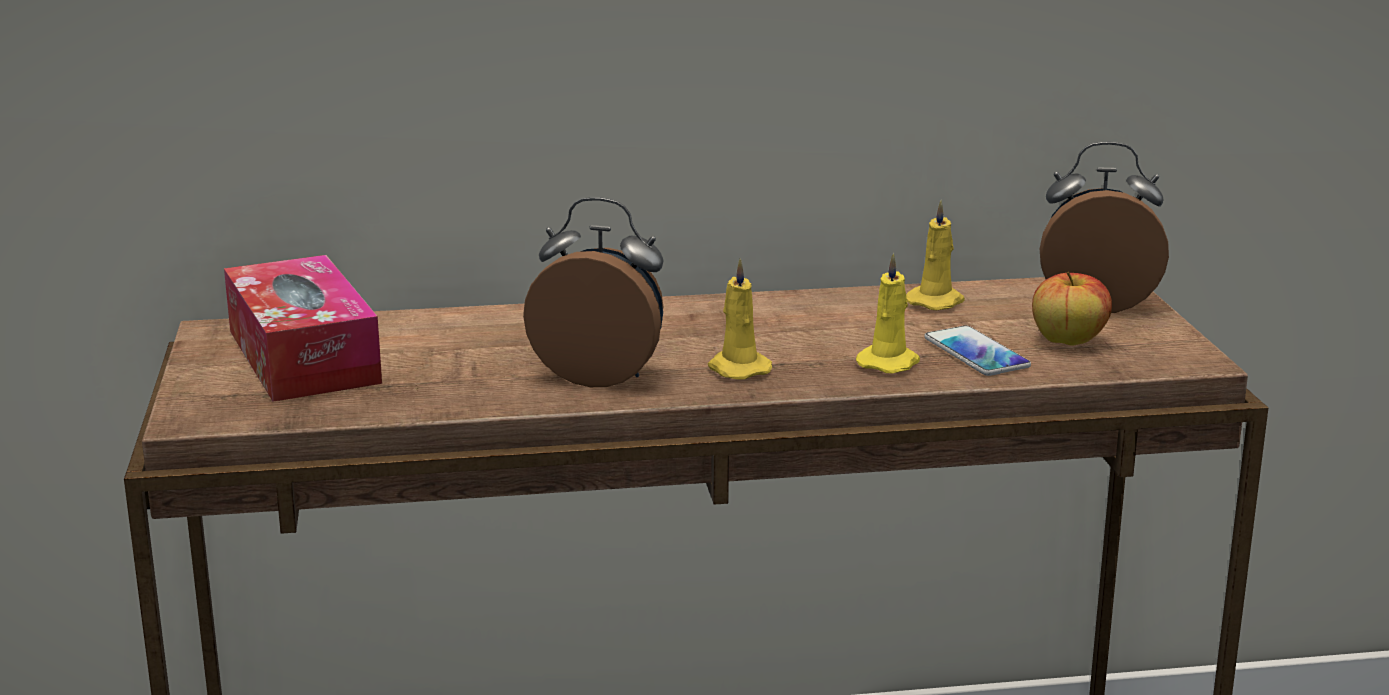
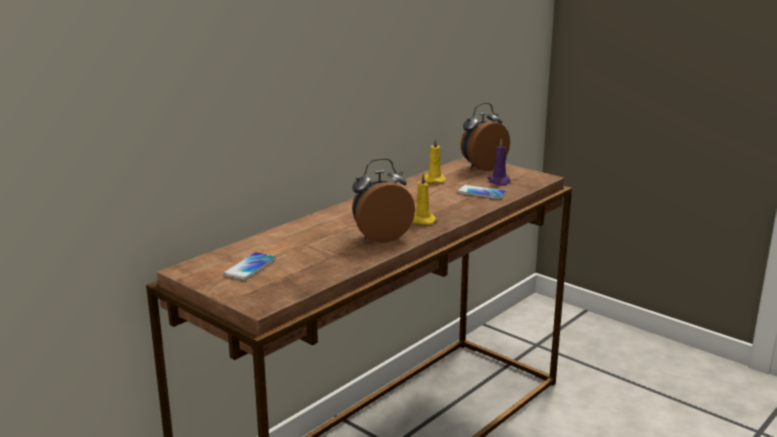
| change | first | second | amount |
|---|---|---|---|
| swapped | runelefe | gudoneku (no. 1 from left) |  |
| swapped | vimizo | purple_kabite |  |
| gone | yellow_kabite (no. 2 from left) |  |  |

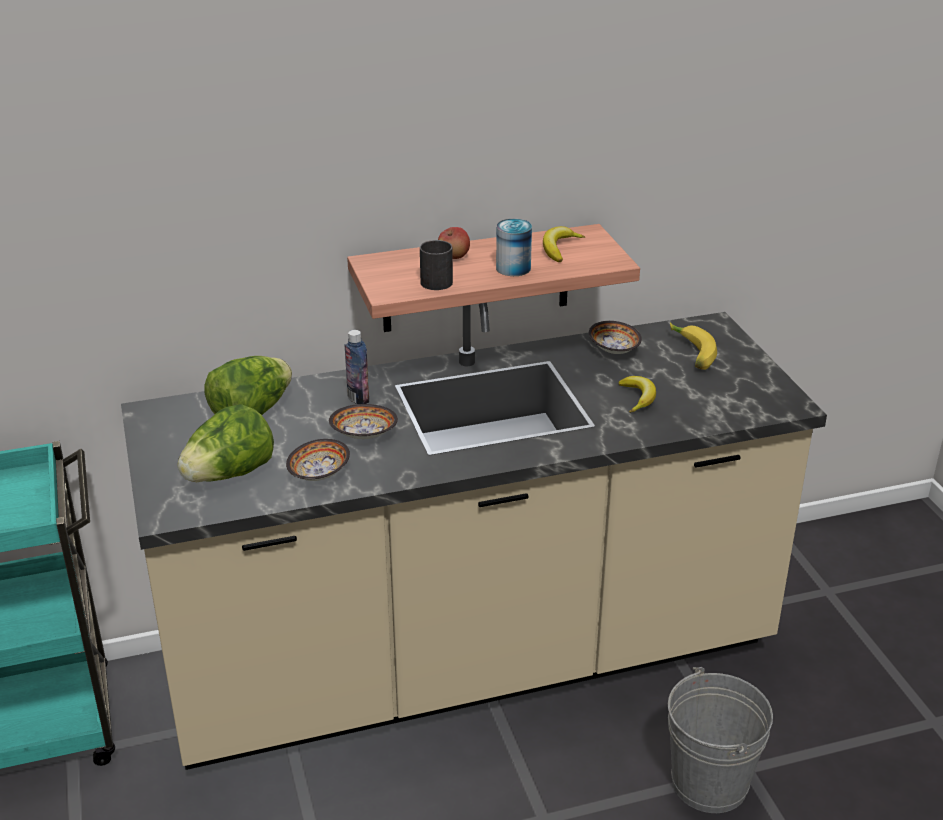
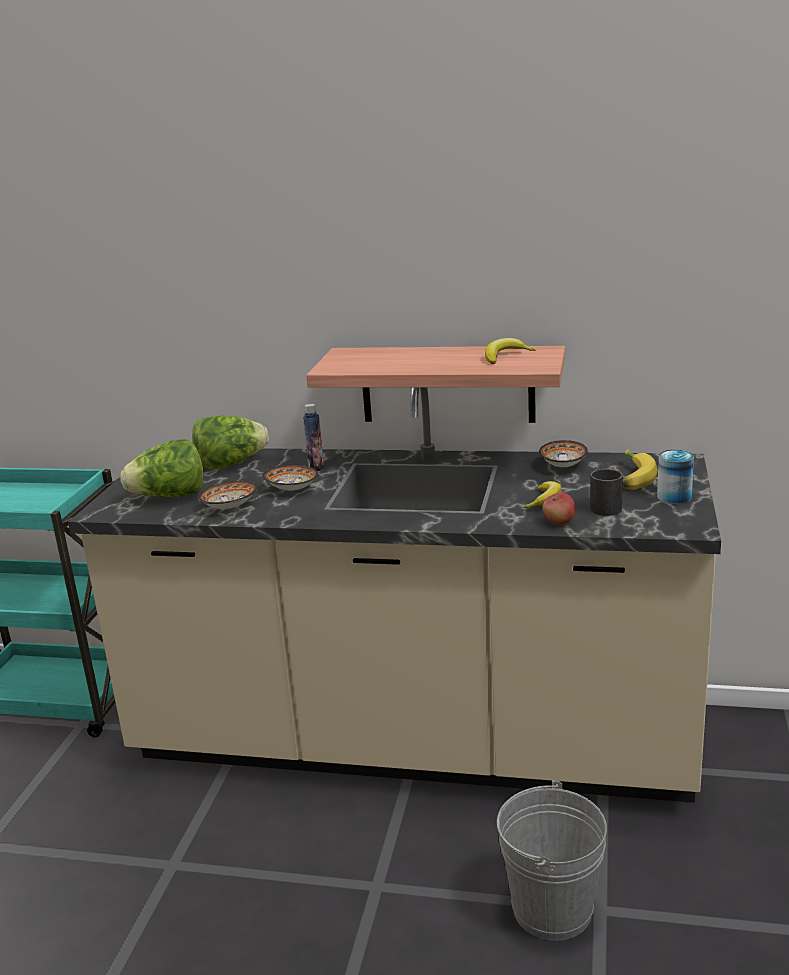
| change | first | second | amount |
|---|---|---|---|
| shifted | vimizo |  |  |
| shifted | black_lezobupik |  |  |
| shifted | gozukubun |  |  |

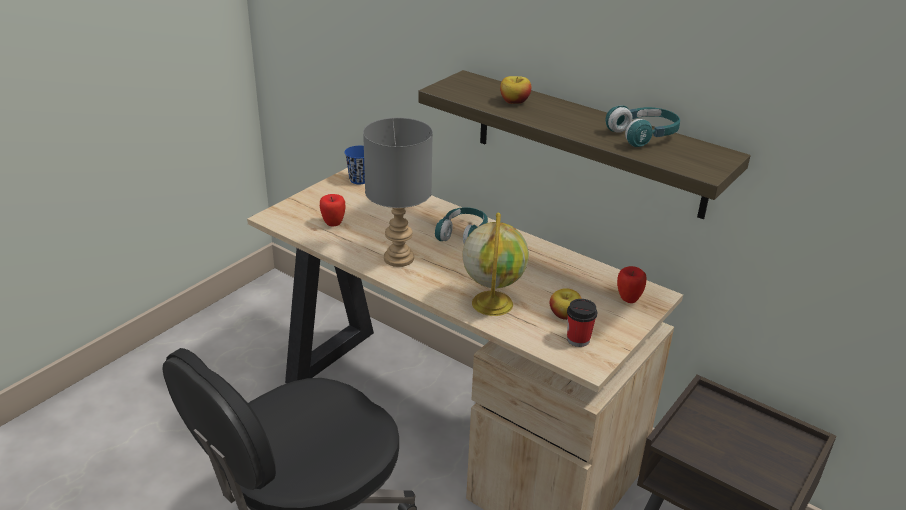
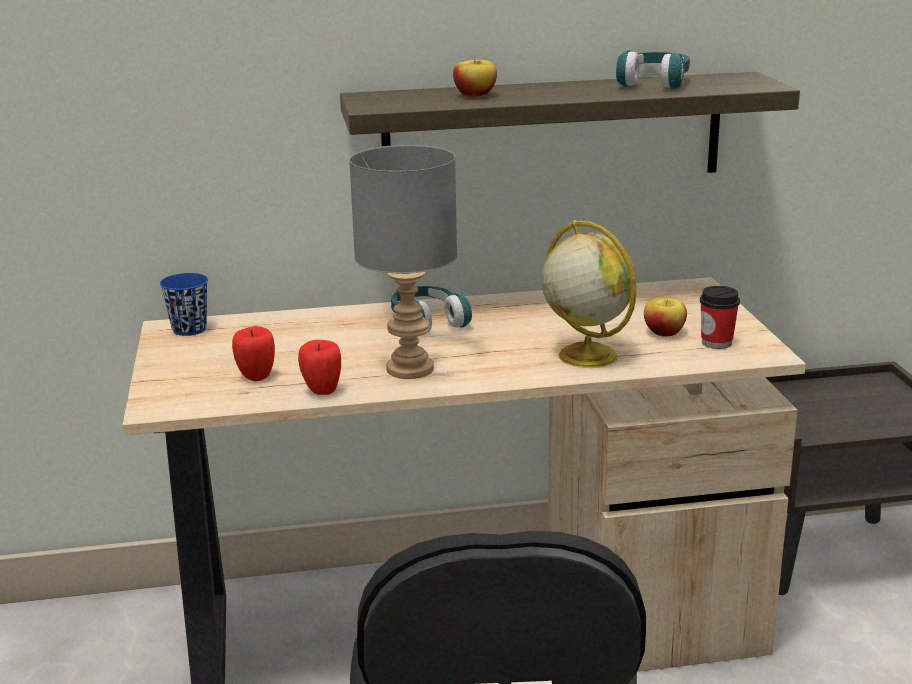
| change | first | second | amount |
|---|---|---|---|
| shifted | vimizo (no. 4 from left in the first image) | vimizo (no. 2 from left) |  |

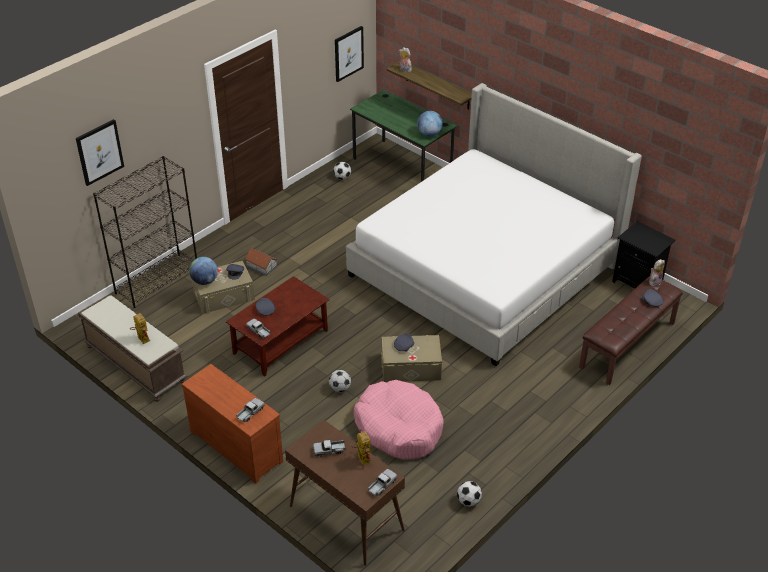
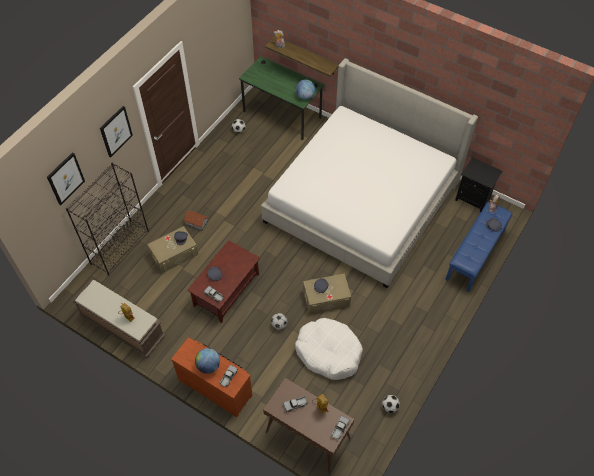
| change | first | second | amount |
|---|---|---|---|
| shifted | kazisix (no. 2 from left) |  |  |
| shifted | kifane (no. 1 from left) |  |  |
| repainted | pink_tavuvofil | white_tavuvofil |  |
| repainted | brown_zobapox (no. 2 from left) | blue_zobapox |  |

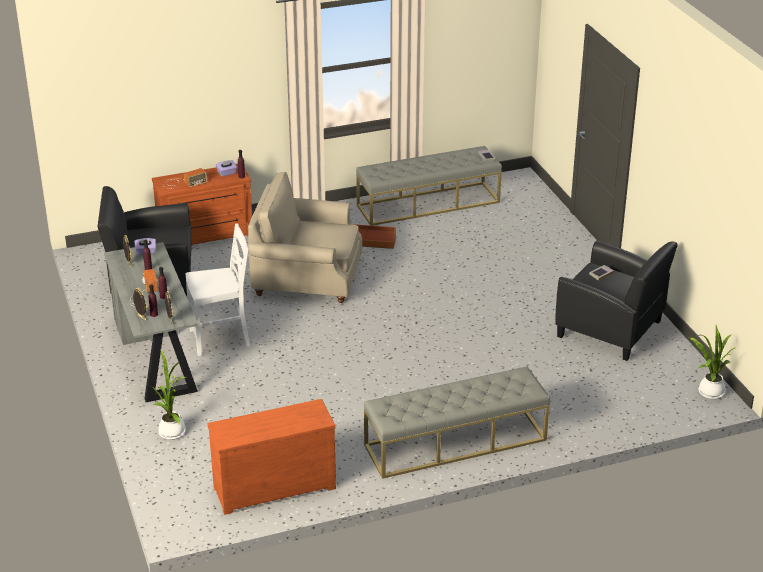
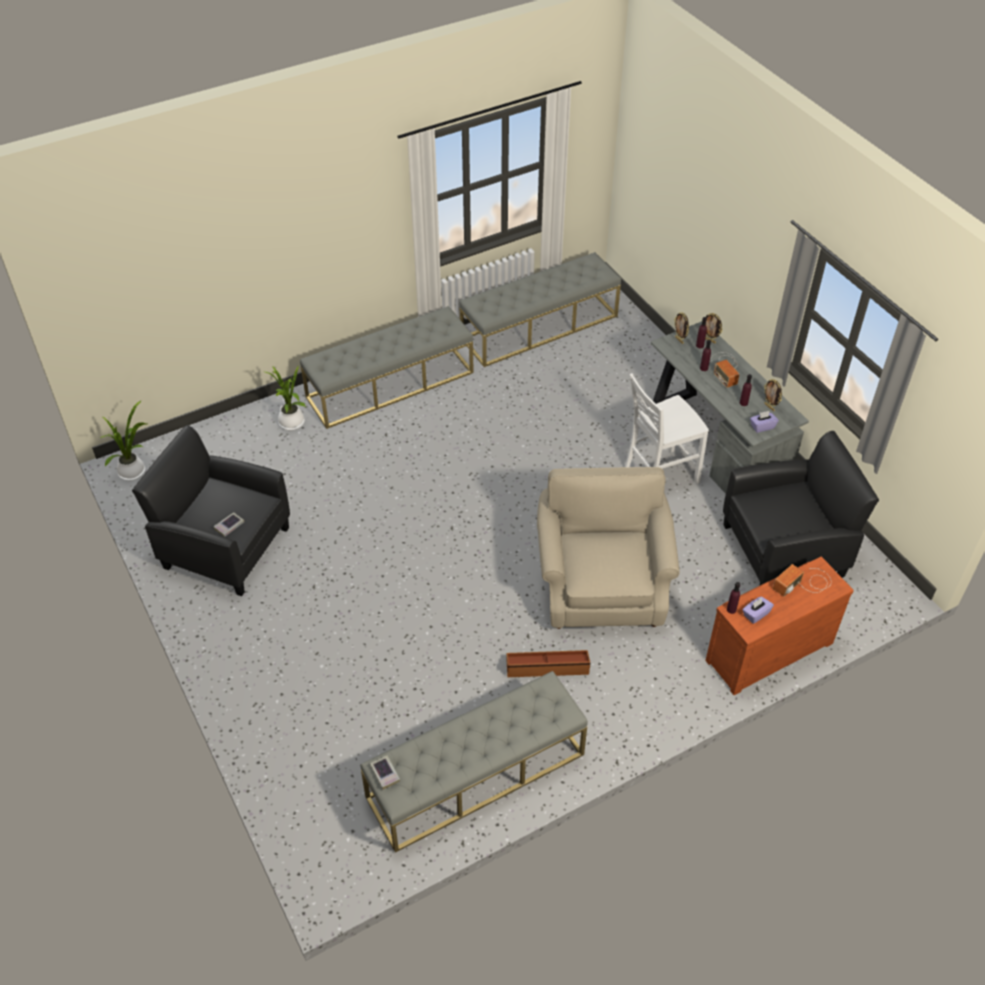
| change | first | second | amount |
|---|---|---|---|
| shifted | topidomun (no. 1 from left in the first image) | topidomun (no. 2 from left) |  |
| swapped | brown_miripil (no. 2 from left) | grey_zobapox (no. 3 from left) |  |
| rotated | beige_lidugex |  | 90 degrees counterclockwise |

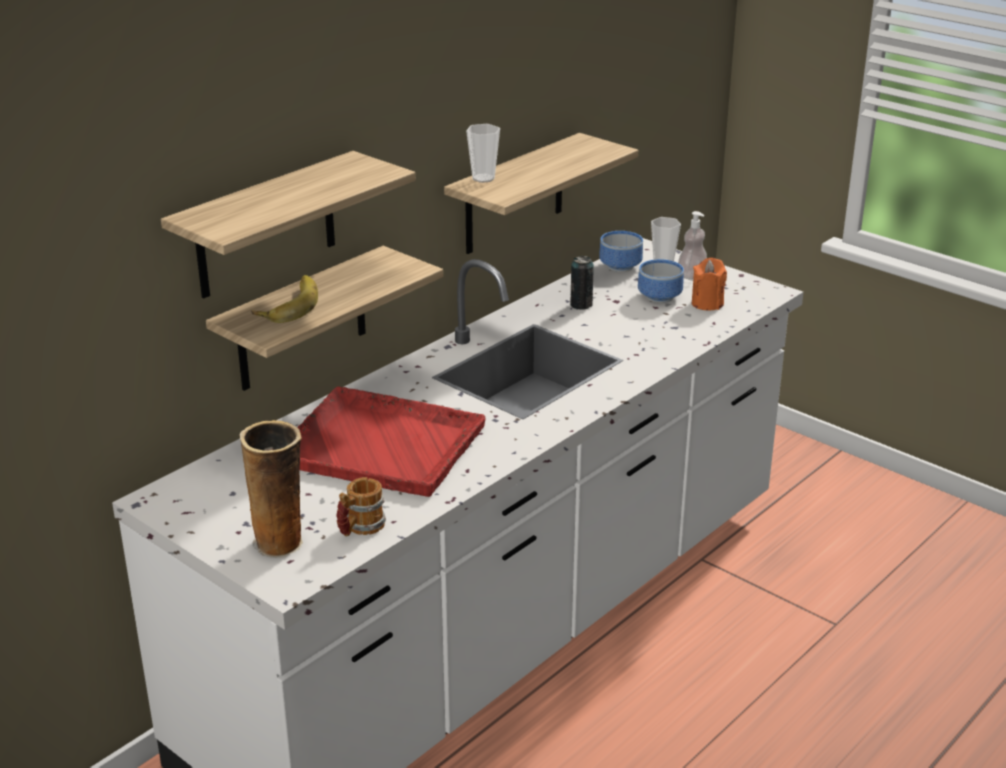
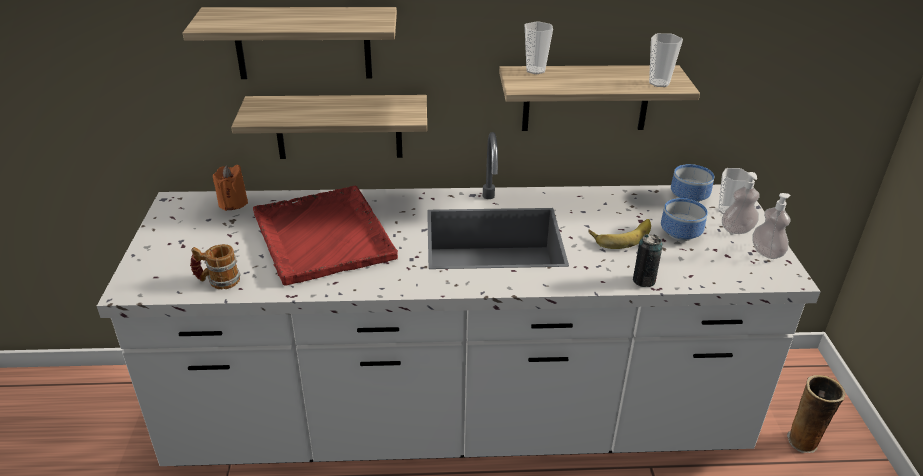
| change | first | second | amount |
|---|---|---|---|
| shifted | orange_kabite |  |  |
| shifted | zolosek |  |  |
| shifted | gozukubun |  |  |
| new |  | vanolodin (no. 2 from left) |  |
| new |  | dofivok (no. 2 from left) |  |
| shifted | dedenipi |  |  |

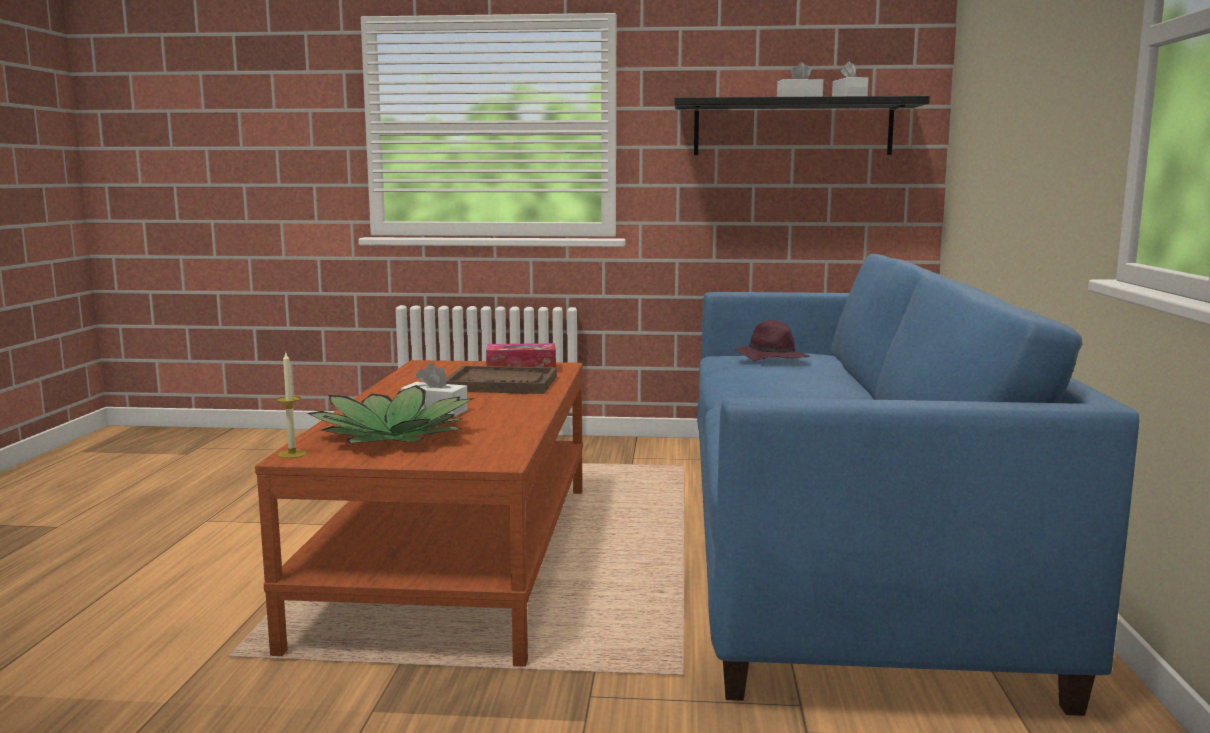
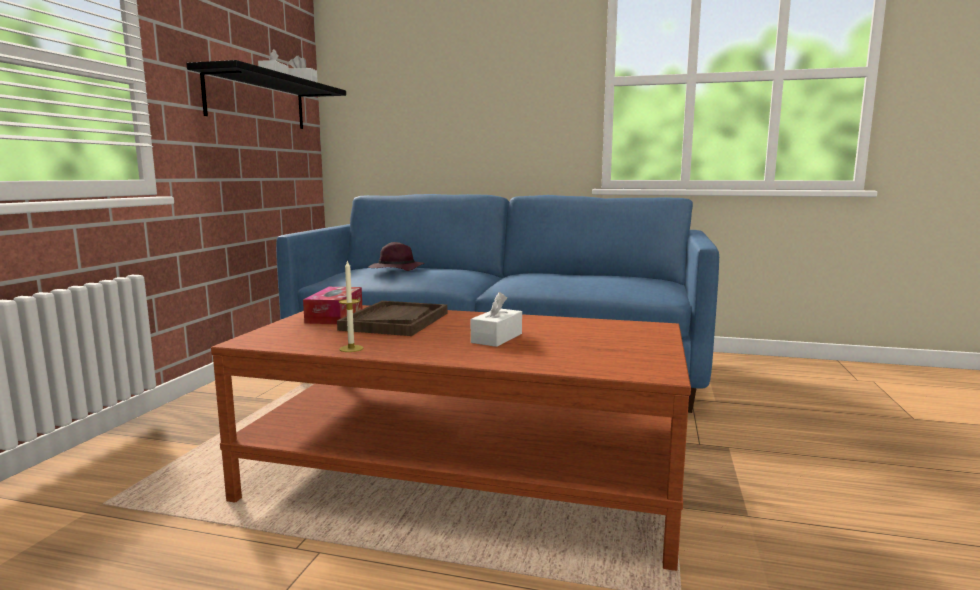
| change | first | second | amount |
|---|---|---|---|
| shifted | kabite |  |  |
| gone | topidomun |  |  |

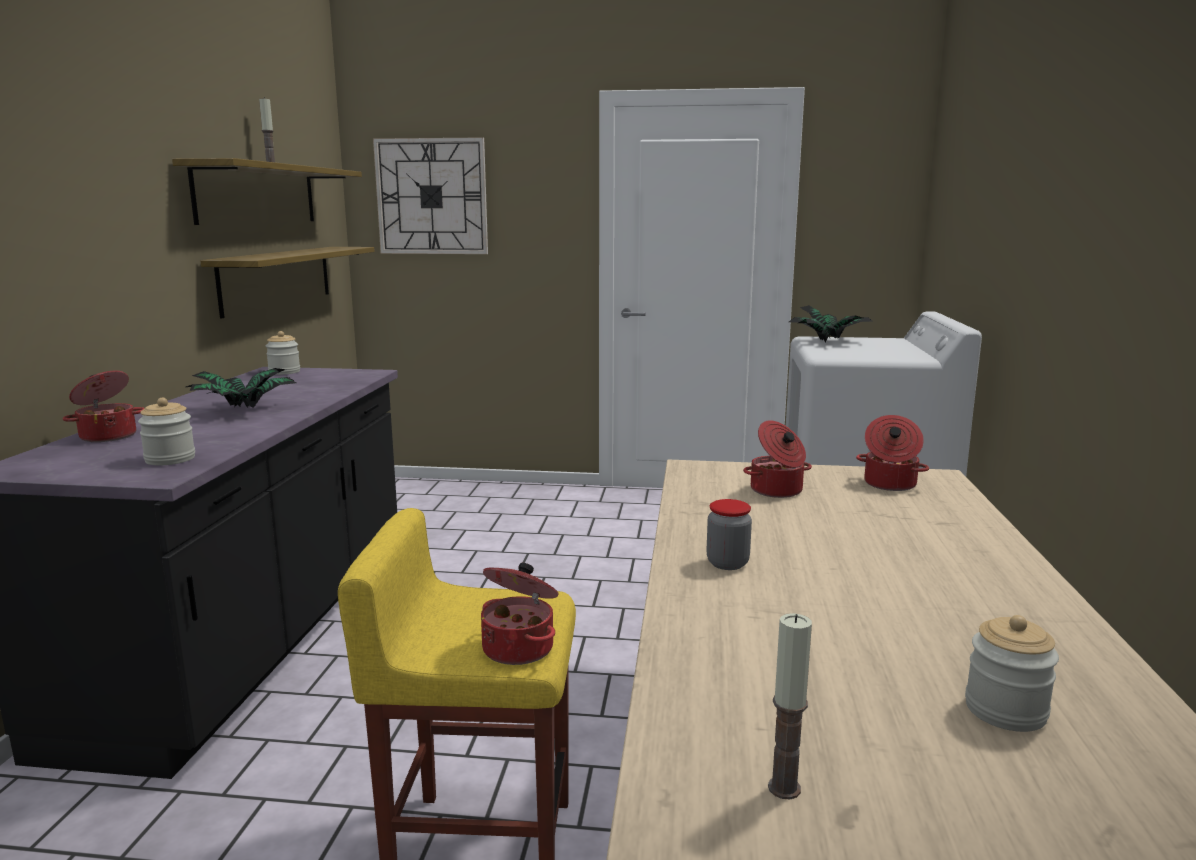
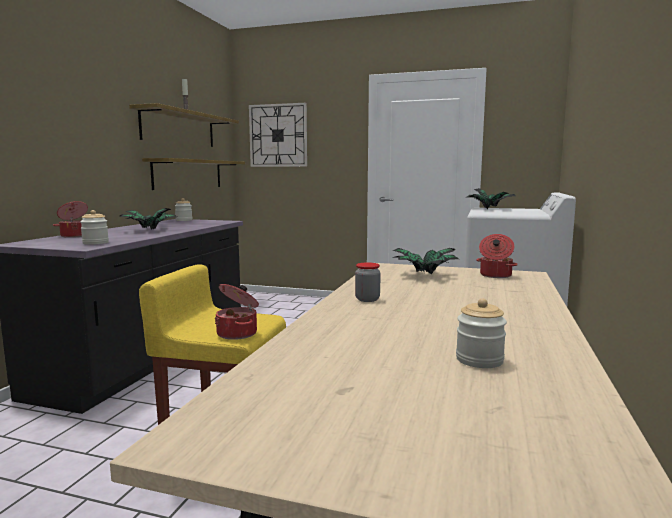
| change | first | second | amount |
|---|---|---|---|
| swapped | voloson (no. 3 from left) | topidomun (no. 2 from left) |  |
| gone | kabite (no. 2 from left) |  |  |

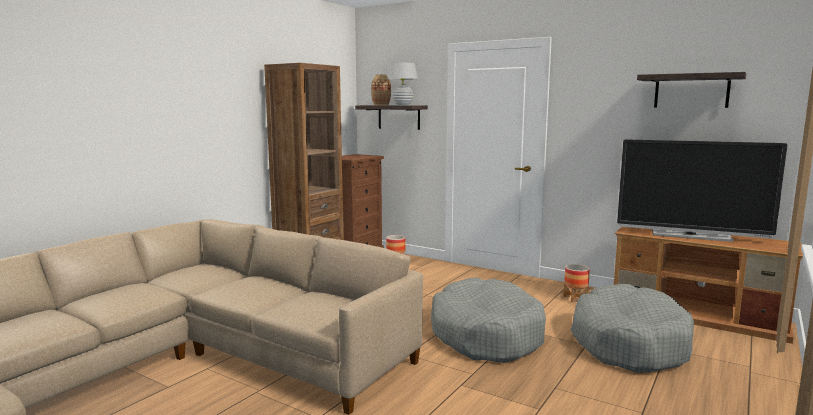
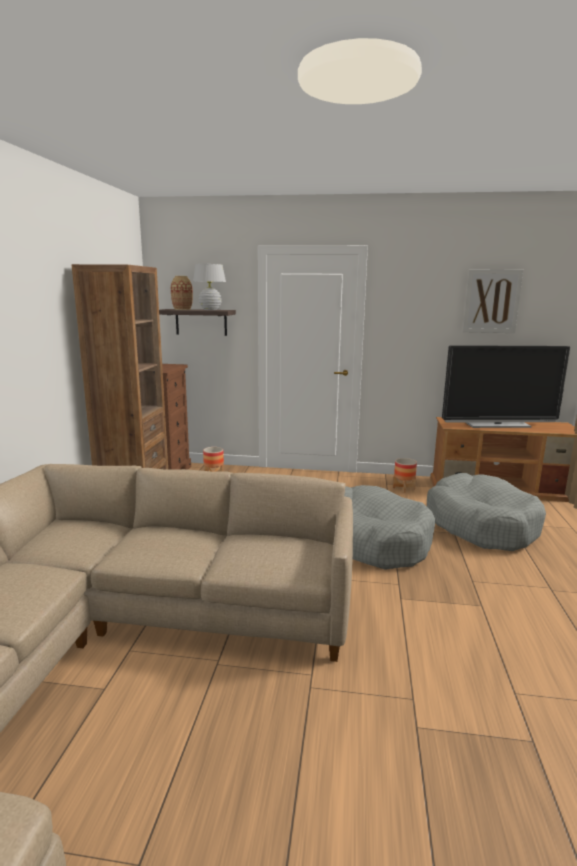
| change | first | second | amount |
|---|---|---|---|
| swapped | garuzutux (no. 2 from left) | kazisix |  |

